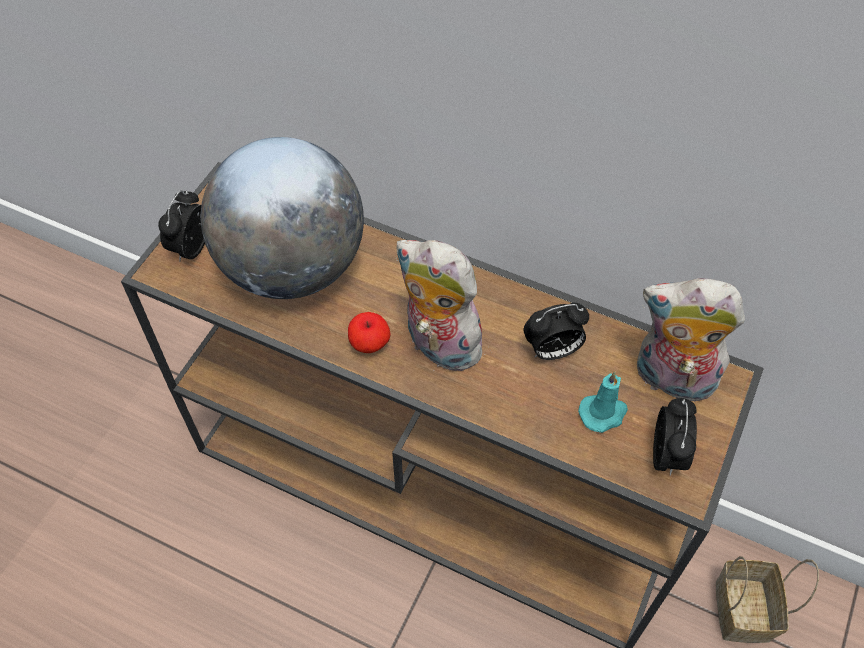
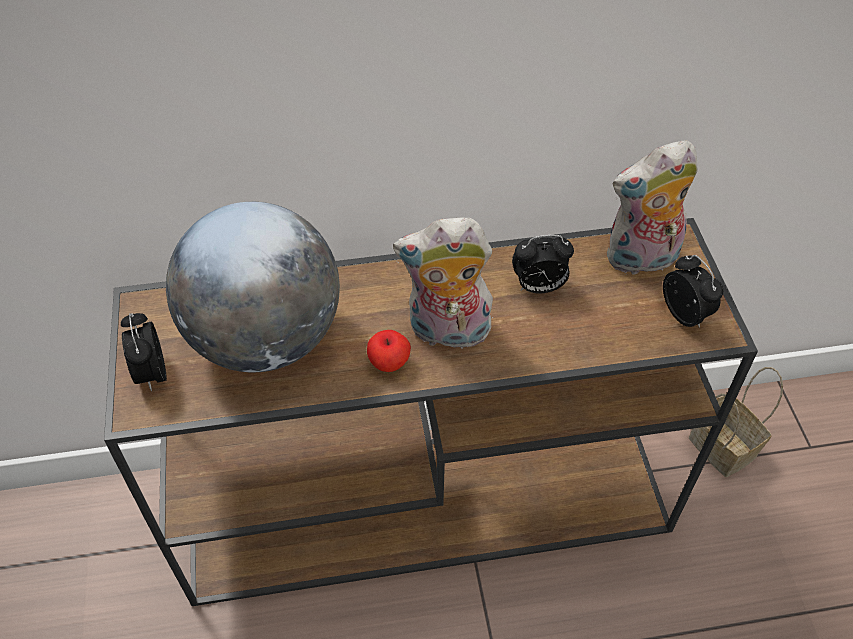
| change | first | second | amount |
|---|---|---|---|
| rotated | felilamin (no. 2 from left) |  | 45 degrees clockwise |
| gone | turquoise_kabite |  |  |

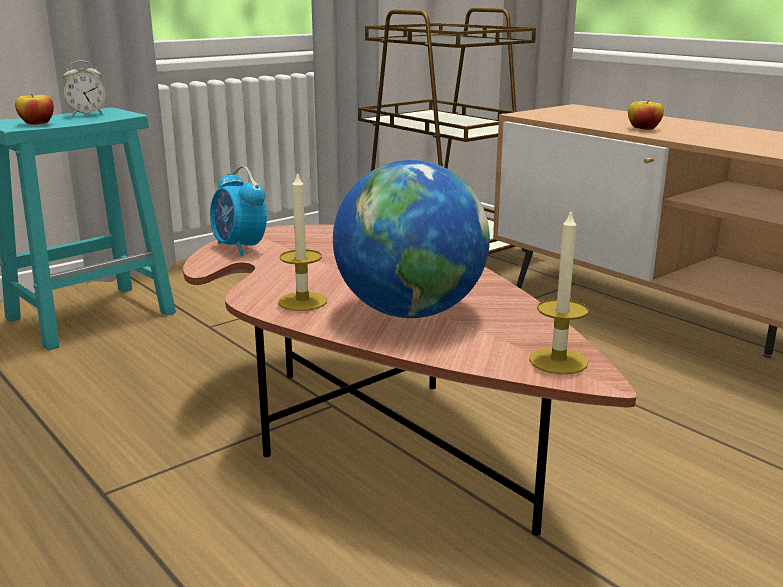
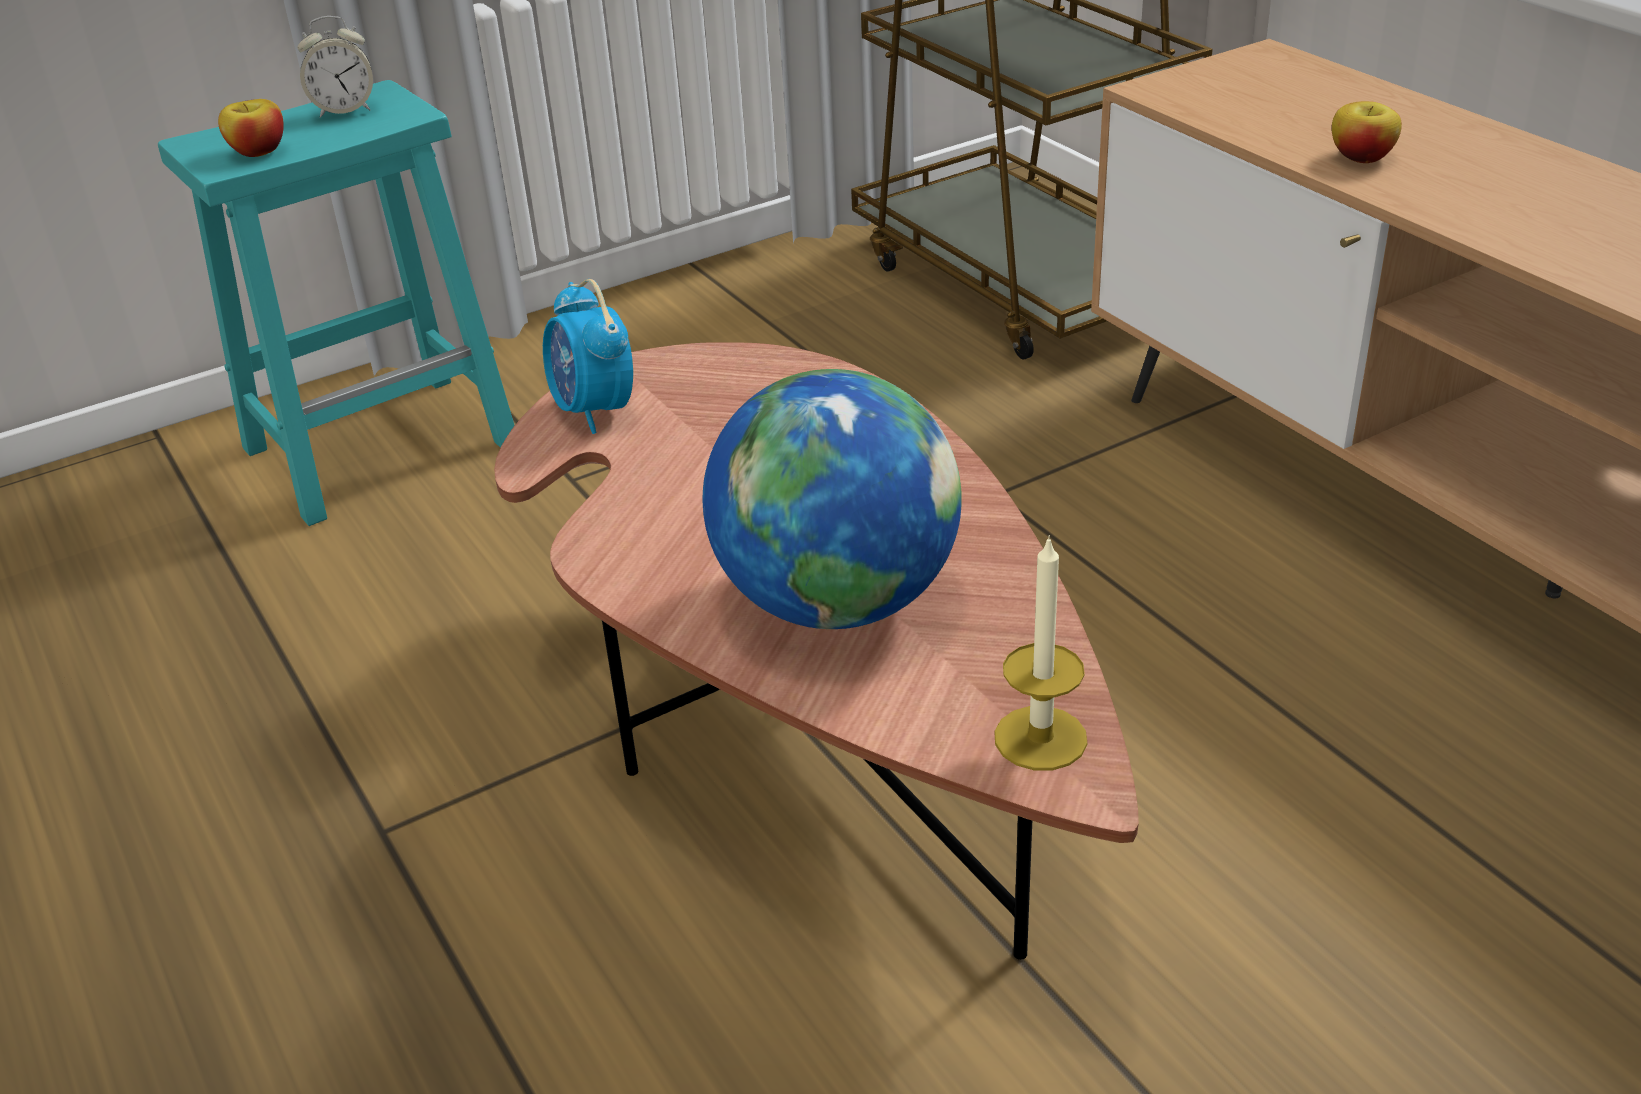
| change | first | second | amount |
|---|---|---|---|
| gone | kabite (no. 1 from left) |  |  |

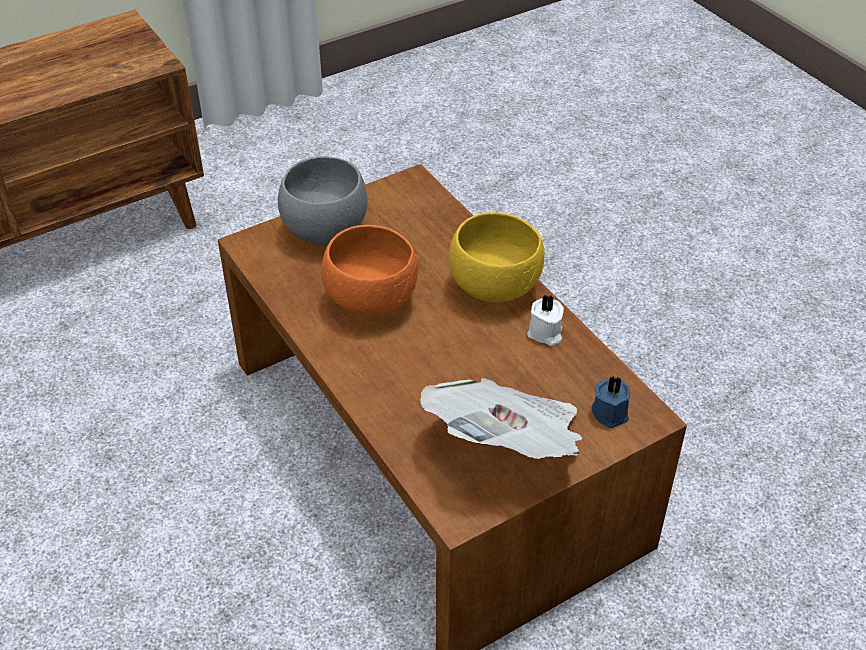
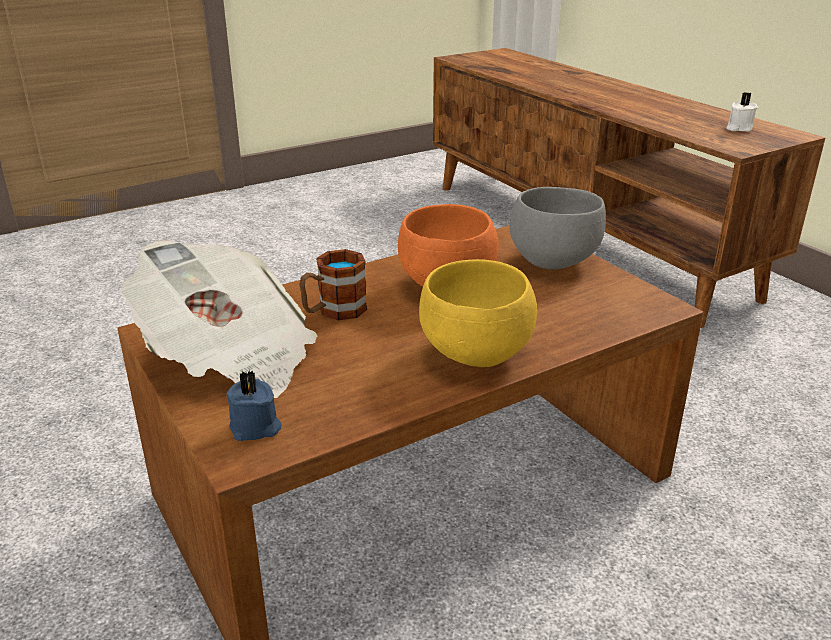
| change | first | second | amount |
|---|---|---|---|
| new |  | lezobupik |  |
| shifted | white_kabite |  |  |

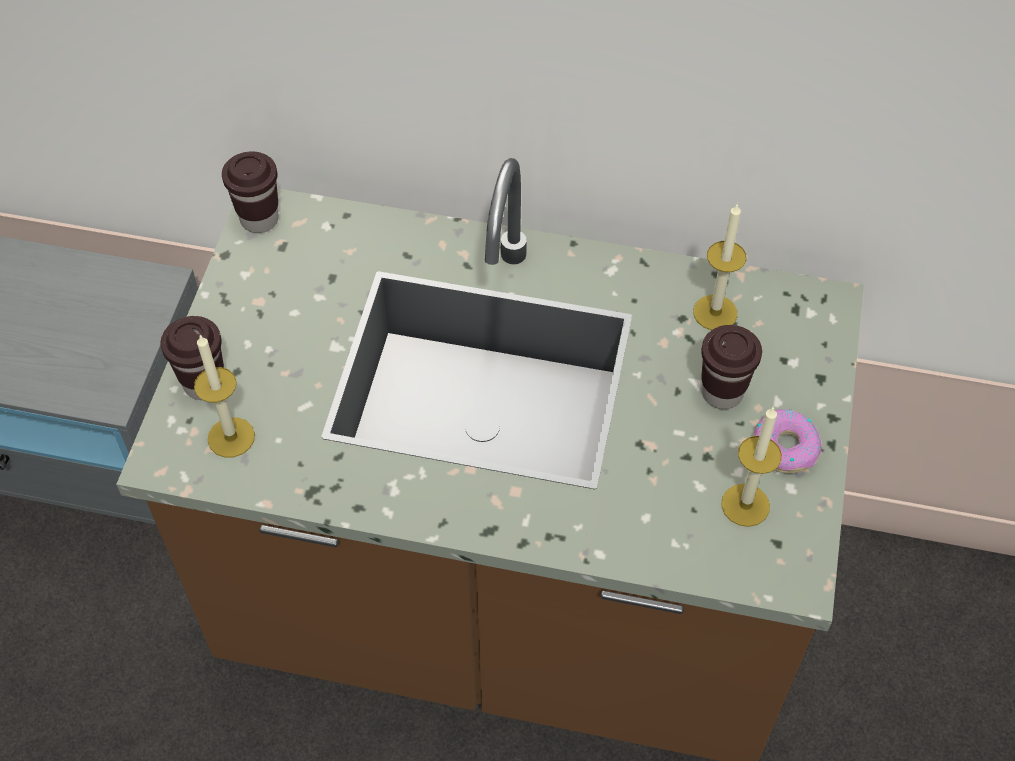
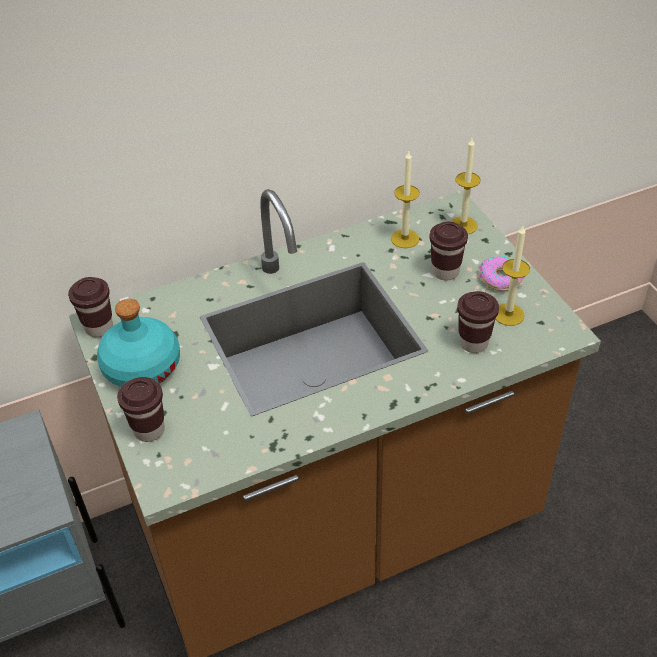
| change | first | second | amount |
|---|---|---|---|
| new |  | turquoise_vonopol |  |
| shifted | kabite (no. 1 from left in the first image) | kabite (no. 2 from left) |  |
| new |  | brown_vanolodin (no. 4 from left) |  |

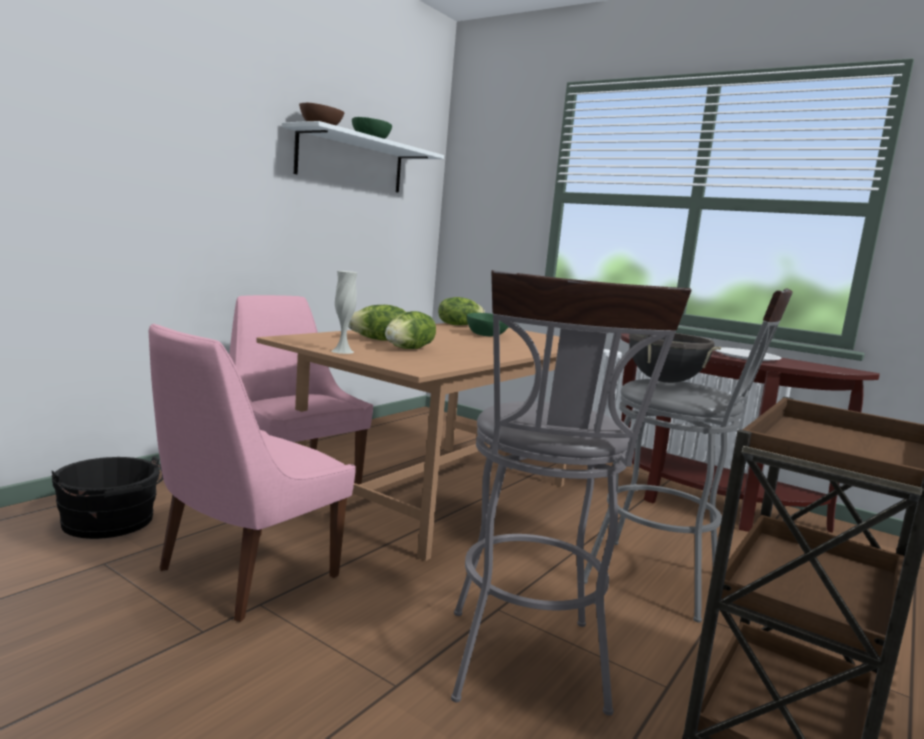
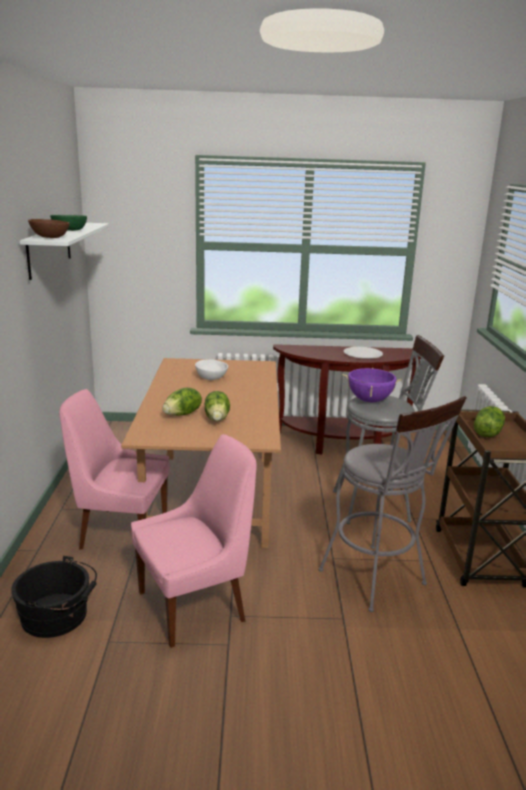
| change | first | second | amount |
|---|---|---|---|
| rotated | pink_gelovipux (no. 1 from left in the first image) | pink_gelovipux (no. 2 from left) | 120 degrees counterclockwise |
| repainted | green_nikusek (no. 2 from left) | white_nikusek |  |
| repainted | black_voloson | purple_voloson |  |
| shifted | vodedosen (no. 3 from left) |  |  |
| gone | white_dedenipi |  |  |

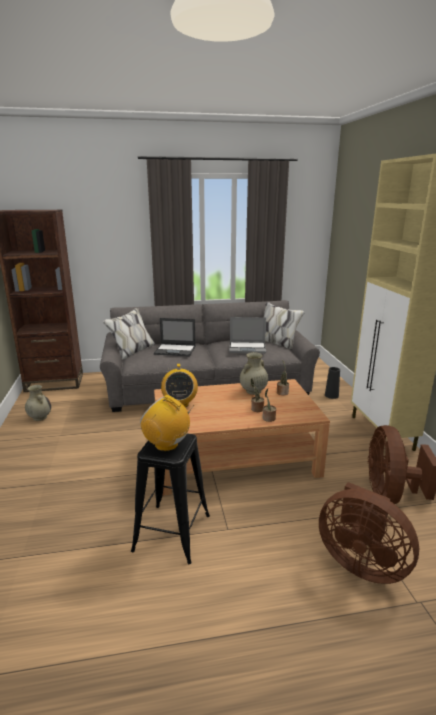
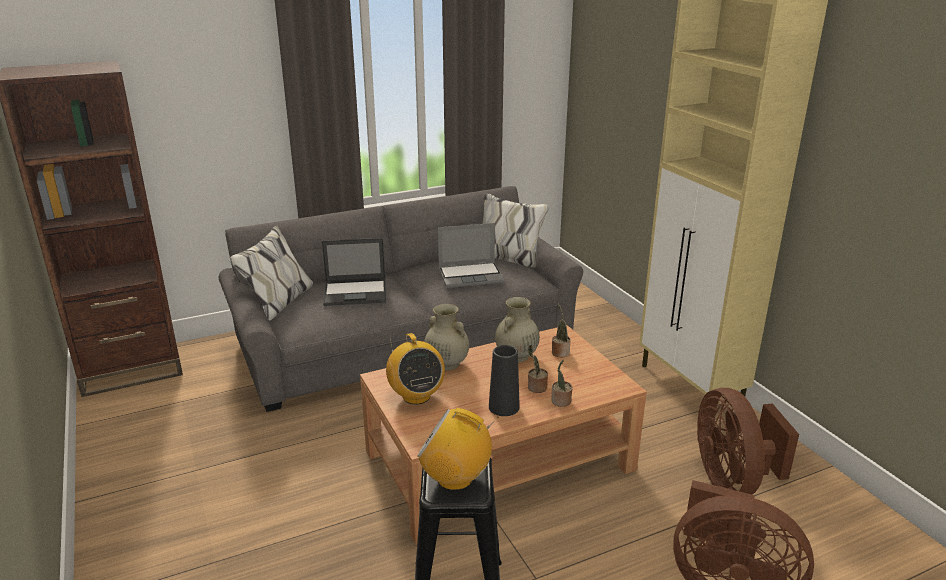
| change | first | second | amount |
|---|---|---|---|
| shifted | beige_dedenipi (no. 1 from left) |  |  |
| shifted | black_dedenipi |  |  |

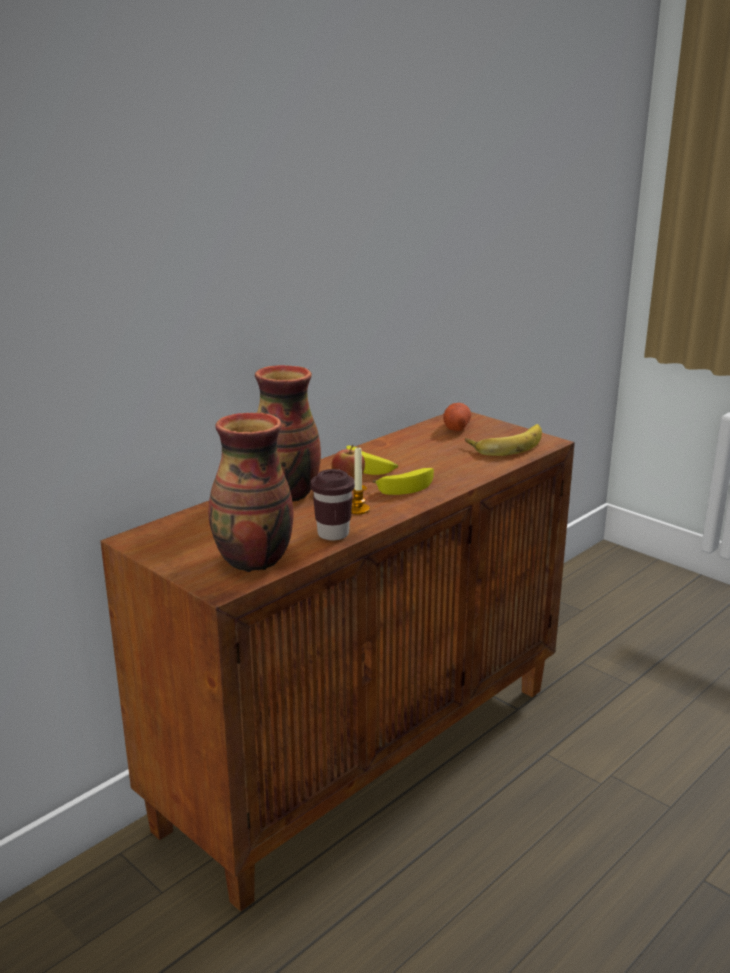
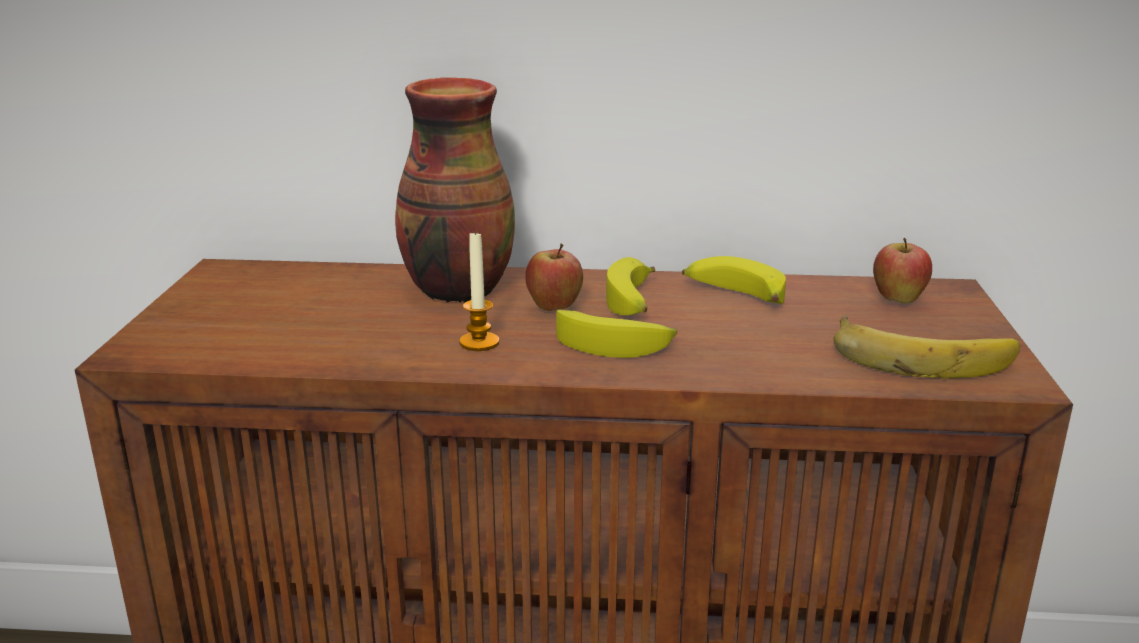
| change | first | second | amount |
|---|---|---|---|
| new |  | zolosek (no. 3 from left) |  |
| swapped | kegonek | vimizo (no. 2 from left) |  |
| gone | dedenipi (no. 1 from left) |  |  |
| gone | brown_vanolodin |  |  |

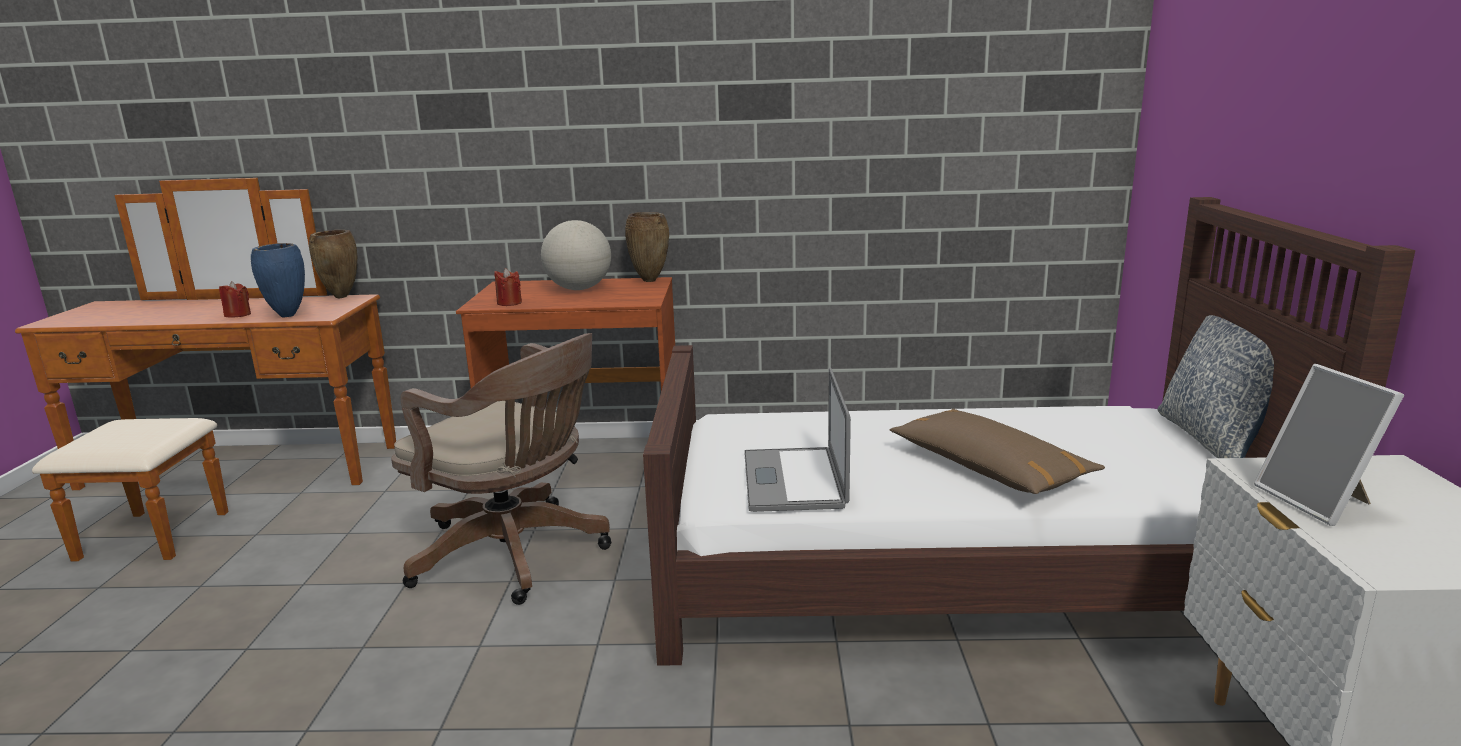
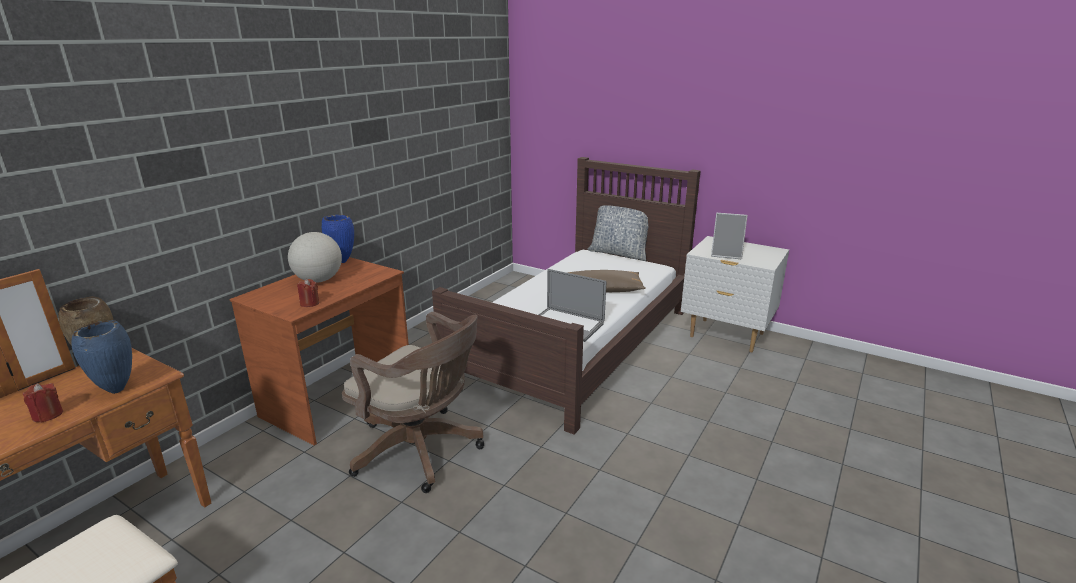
| change | first | second | amount |
|---|---|---|---|
| repainted | brown_dedenipi (no. 2 from left) | blue_dedenipi (no. 2 from left) |  |
| rotated | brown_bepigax |  | 60 degrees clockwise |

